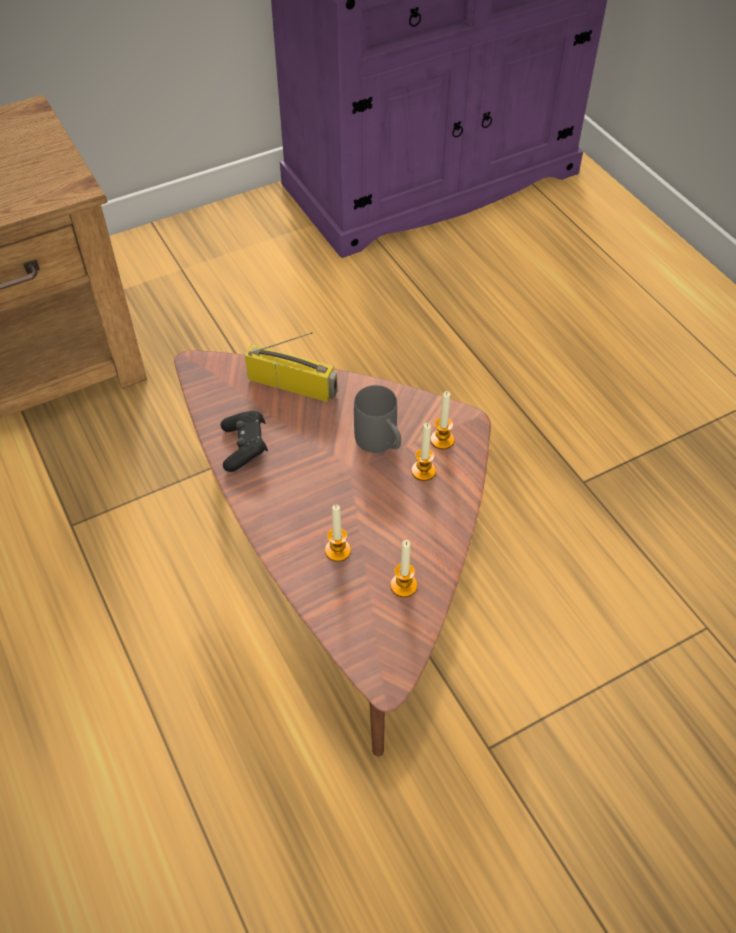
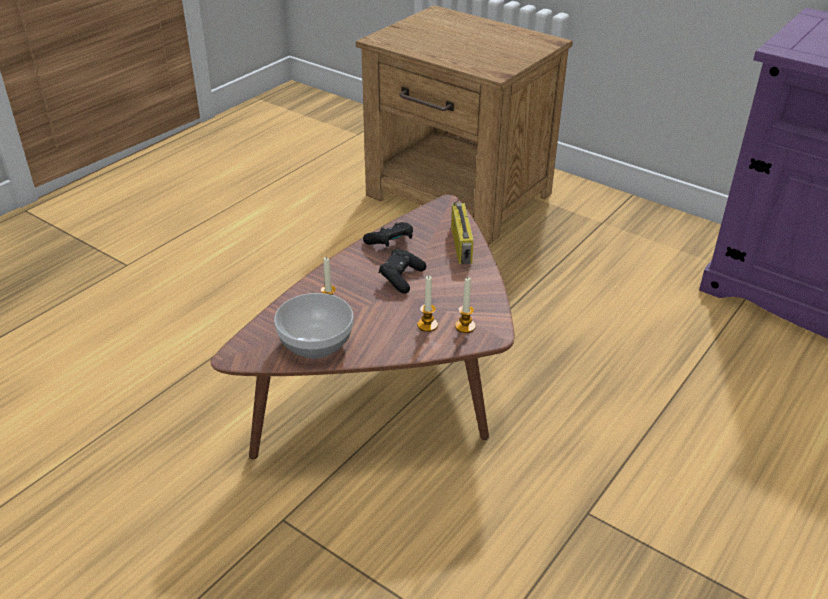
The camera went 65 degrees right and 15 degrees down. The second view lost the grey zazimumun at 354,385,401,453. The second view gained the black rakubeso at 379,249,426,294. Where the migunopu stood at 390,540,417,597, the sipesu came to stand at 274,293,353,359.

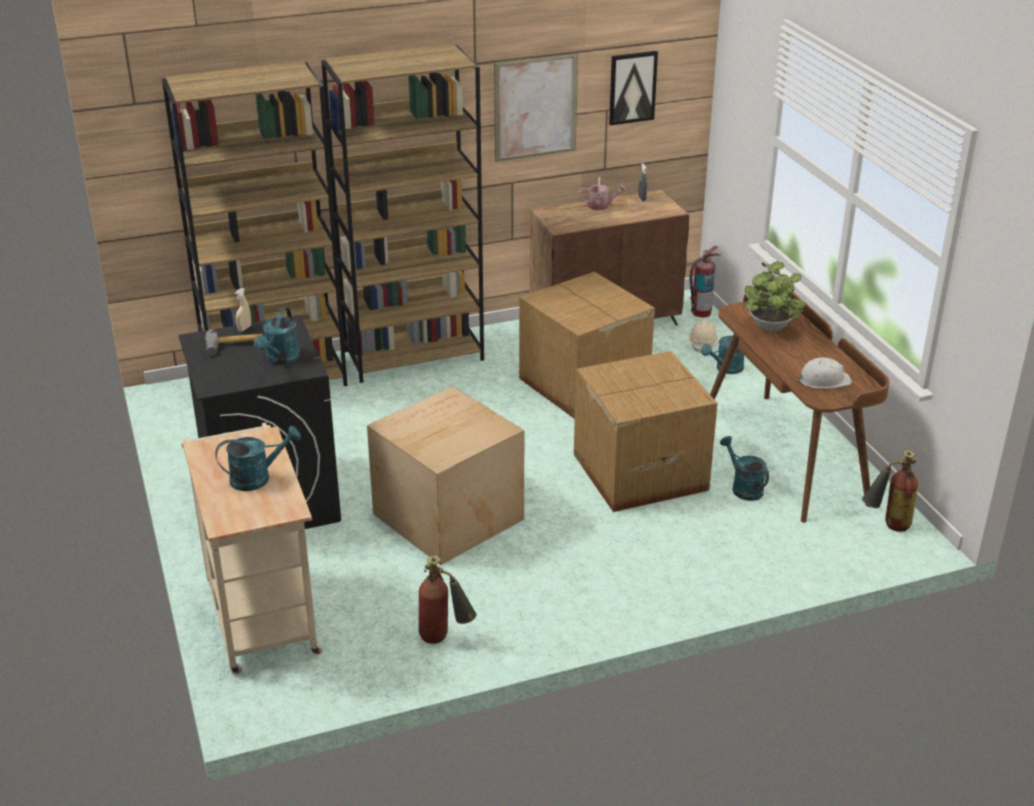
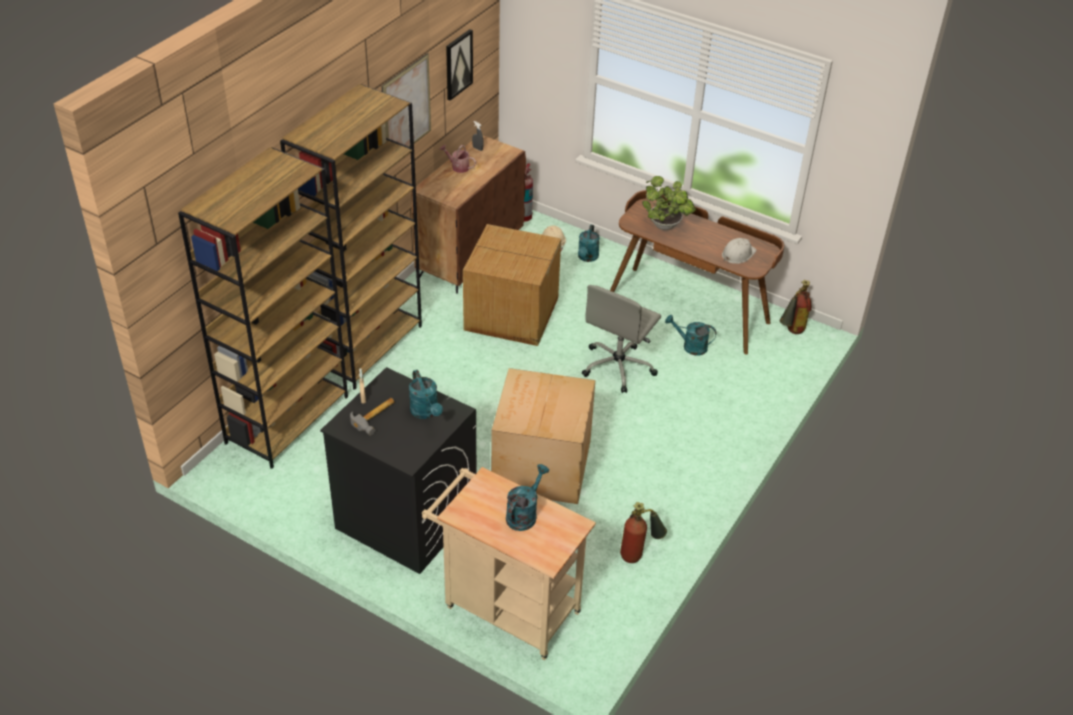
The camera went 40 degrees left and 10 degrees up. Where the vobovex stood at 574,351,717,512, the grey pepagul came to stand at 582,285,661,393. The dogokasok at 579,177,627,211 ended up facing another way, 120 degrees counterclockwise from before.

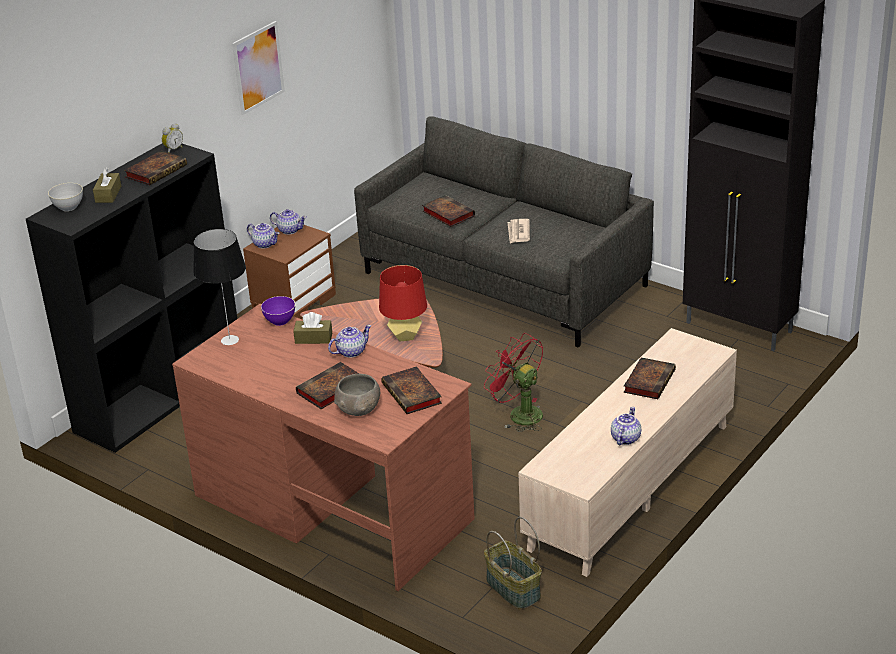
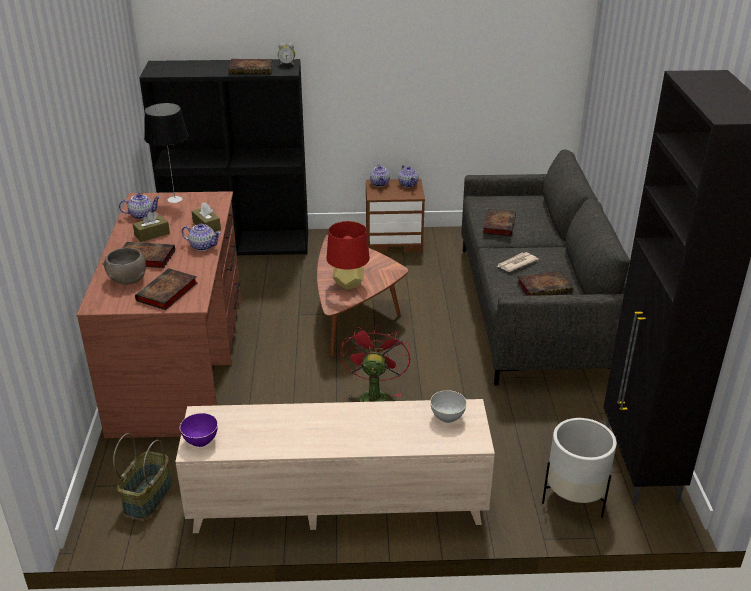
The camera went 50 degrees right and 0 degrees up. The second view lost the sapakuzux at 232,21,285,115. The second view gained the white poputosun at 542,418,617,518. The grey sipesu ended up elsewhere, having gone from 48,183,83,211 to 430,390,467,423. The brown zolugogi ended up elsewhere, having gone from 93,167,121,203 to 133,211,170,242. The purple sipesu ended up elsewhere, having gone from 261,296,295,326 to 180,413,218,447. The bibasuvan ended up elsewhere, having gone from 611,407,641,445 to 119,193,160,219. The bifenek ended up elsewhere, having gone from 624,358,676,399 to 517,271,574,296.

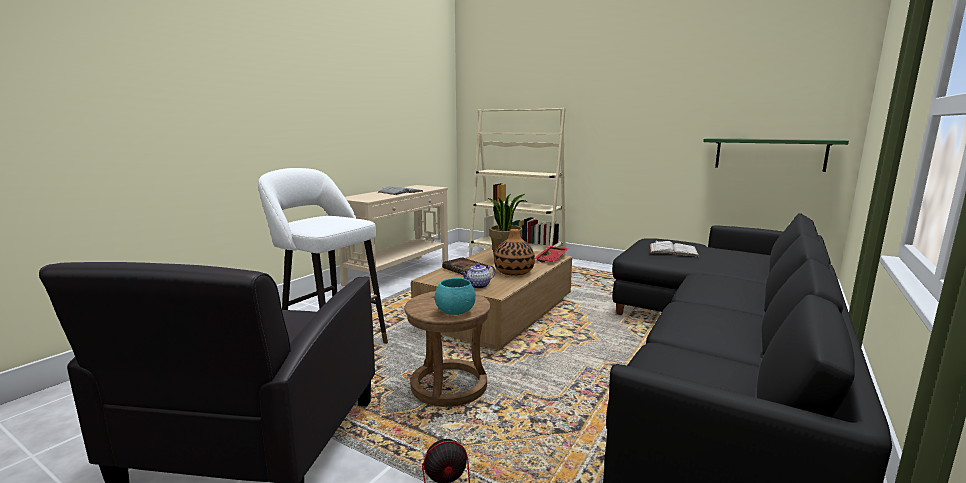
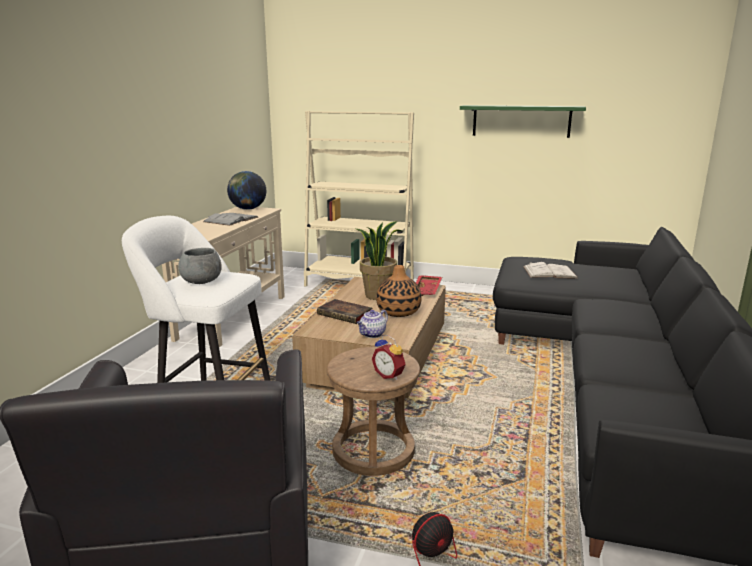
The camera went 15 degrees left and 5 degrees up. The second view gained the grey sipesu at 178,248,222,284. The second view gained the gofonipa at 227,171,266,210. The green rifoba ended up elsewhere, having gone from 703,138,849,172 to 460,105,586,138. Where the turquoise sipesu stood at 435,278,476,315, the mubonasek came to stand at 372,335,406,380.

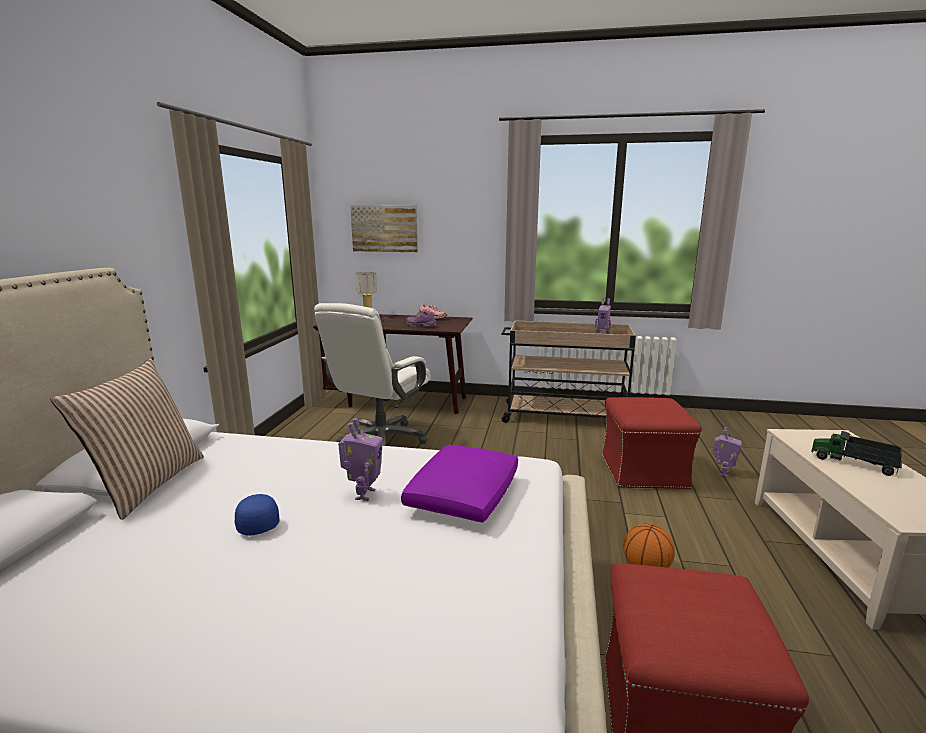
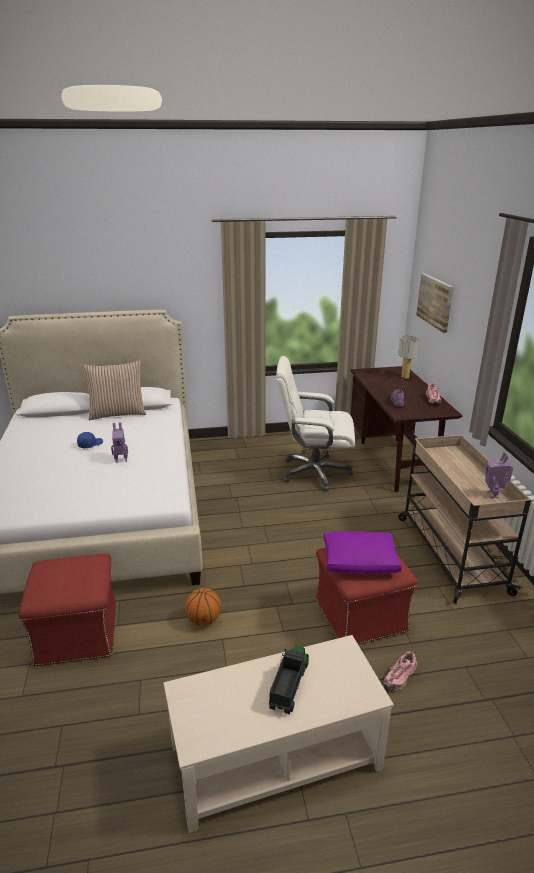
The camera went 70 degrees right and 10 degrees up. The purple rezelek ended up elsewhere, having gone from 401,445,518,523 to 323,531,402,574. Where the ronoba stood at 713,427,742,477, the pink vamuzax came to stand at 384,651,417,690.

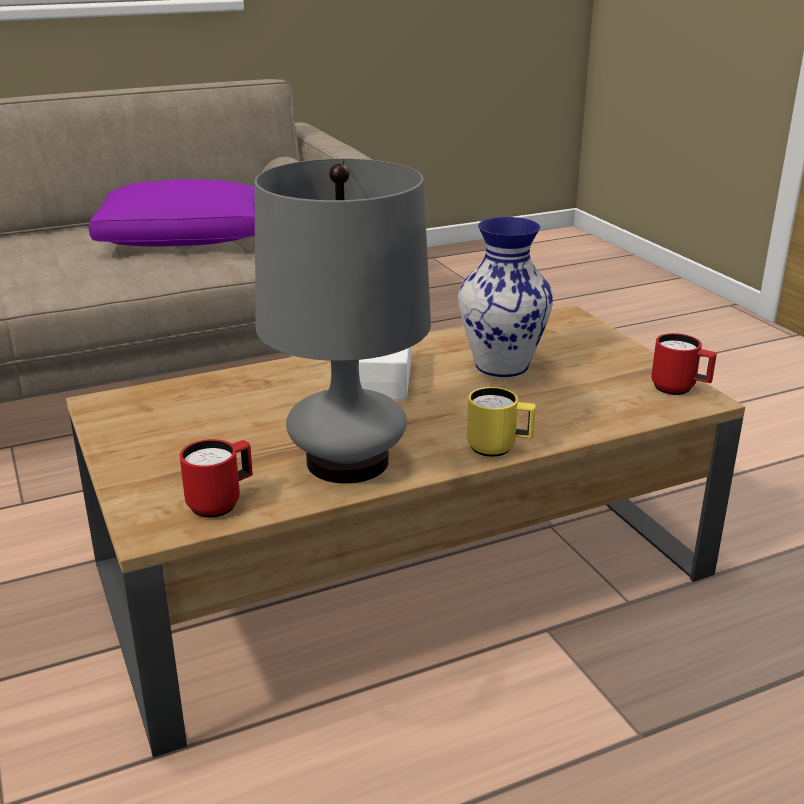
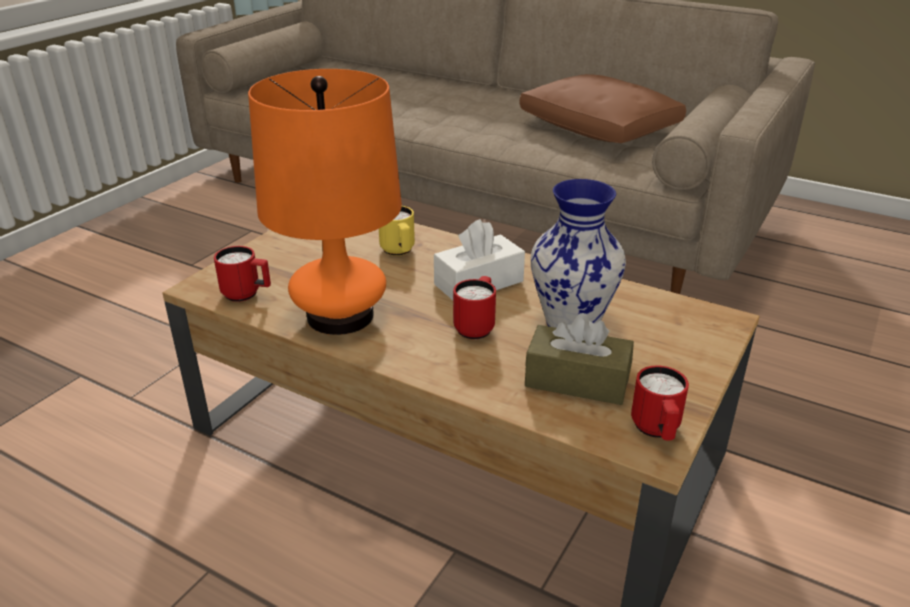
The camera went 55 degrees right and 5 degrees up. The second view gained the red zazimumun at 453,276,496,339. The second view gained the brown zolugogi at 525,313,634,405. The yellow zazimumun ended up elsewhere, having gone from 467,387,536,457 to 379,206,415,256. What was the purple rezelek at 88,179,255,247 turned into the brown rezelek at 519,74,686,143. What was the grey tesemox at 254,158,431,484 turned into the orange tesemox at 248,69,402,335.

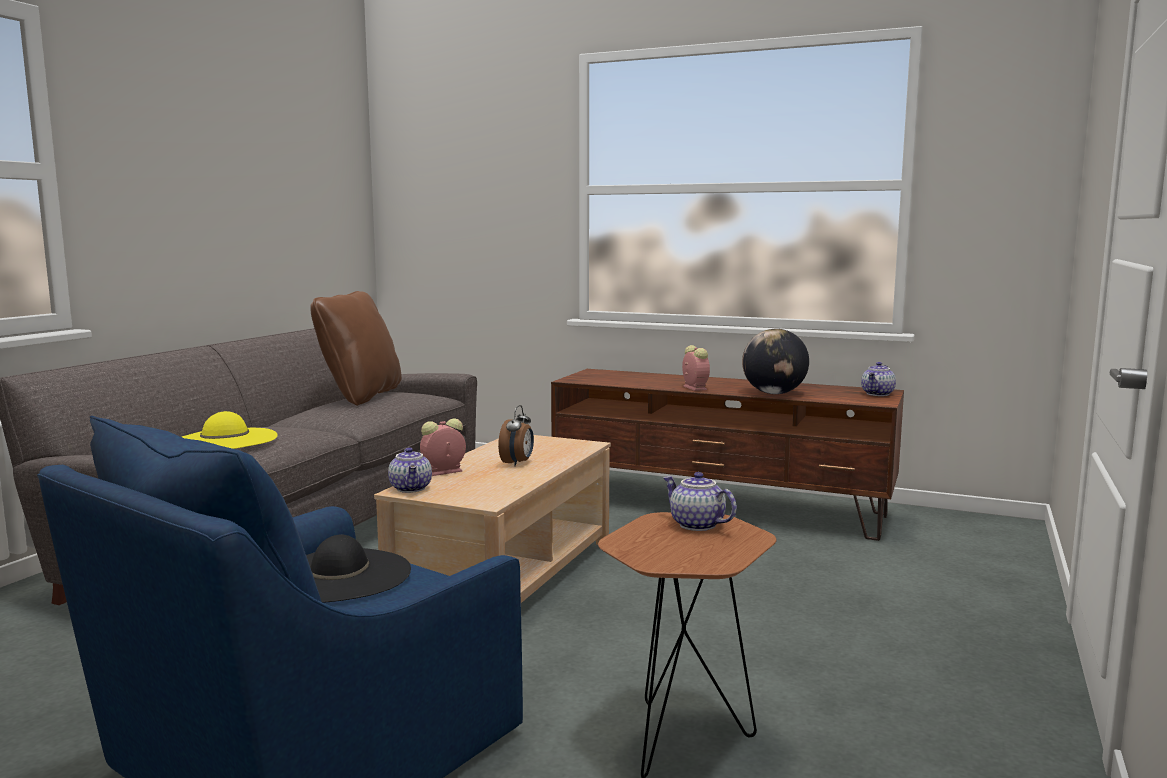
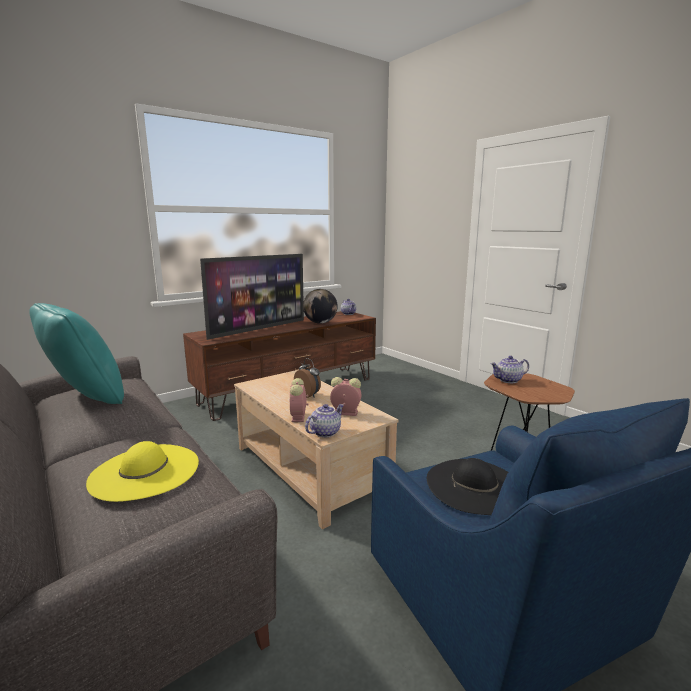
The camera went 60 degrees left and 5 degrees up. The second view gained the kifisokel at 200,254,304,340. The mubonasek ended up elsewhere, having gone from 682,345,710,391 to 330,377,361,416. What was the brown rezelek at 310,291,402,406 turned into the turquoise rezelek at 29,303,124,404. The bibasuvan at 388,447,432,493 ended up facing another way, 60 degrees counterclockwise from before.

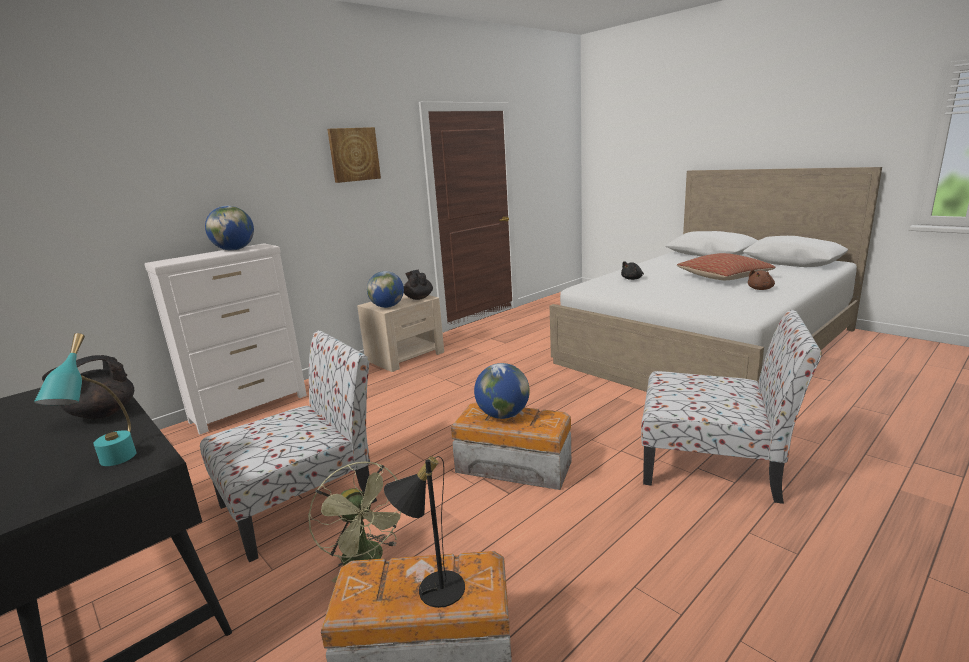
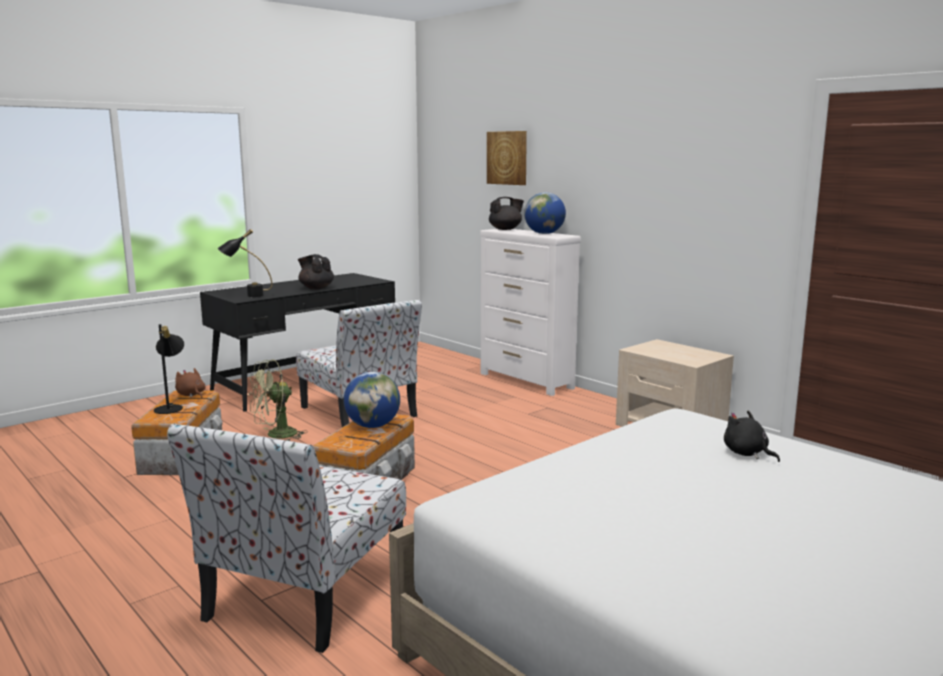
The camera went 90 degrees right and 5 degrees down. The second view lost the gofonipa at 367,271,404,308. The second view lost the rezelek at 677,253,776,280. The sapakuzux ended up elsewhere, having gone from 327,127,381,183 to 487,131,527,185. The black bibasuvan ended up elsewhere, having gone from 404,270,433,300 to 489,197,524,230. The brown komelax ended up elsewhere, having gone from 748,269,775,290 to 175,368,206,398. What was the turquoise tesemox at 34,333,137,466 turned into the black tesemox at 218,229,272,297.

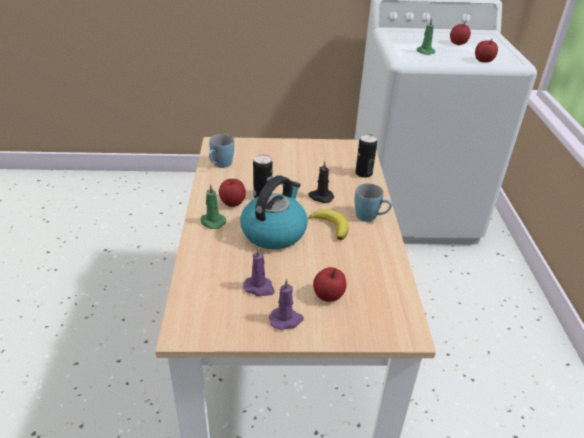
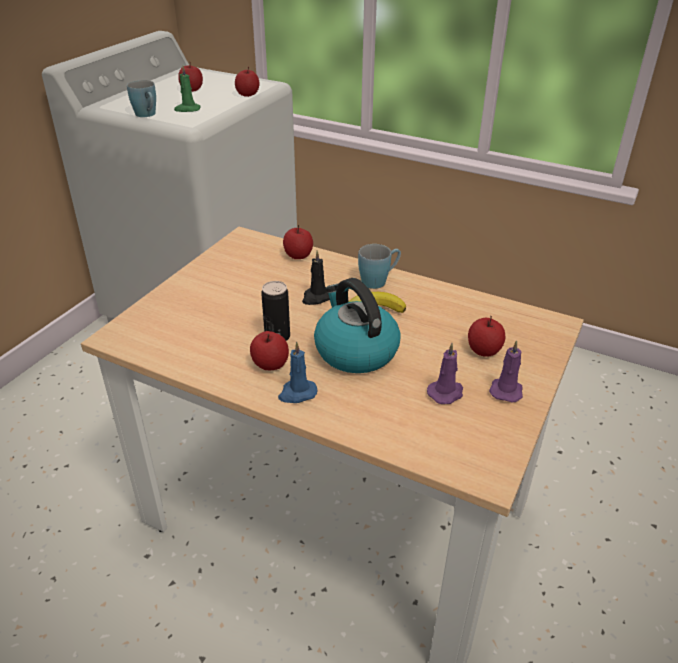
The camera went 60 degrees left and 0 degrees up. The blue zazimumun ended up elsewhere, having gone from 209,134,234,168 to 127,80,156,117. Where the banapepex stood at 355,134,377,178, the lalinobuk came to stand at 283,225,313,259. What was the green migunopu at 201,184,226,229 turned into the blue migunopu at 278,342,317,403.

